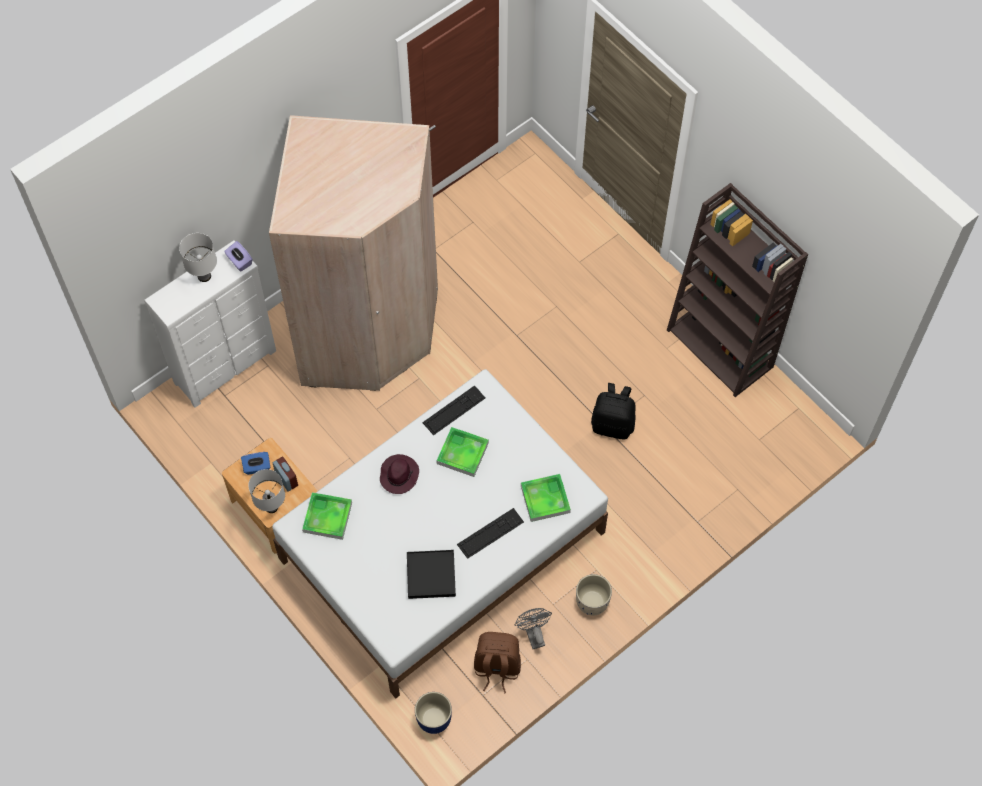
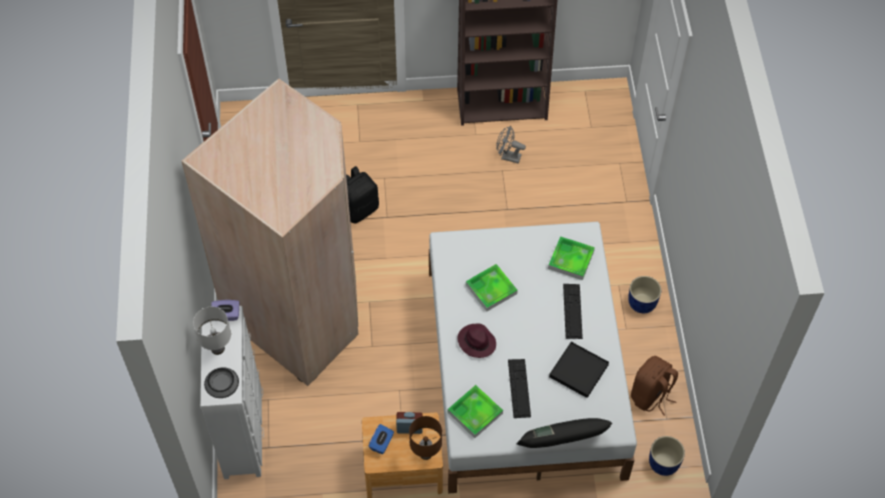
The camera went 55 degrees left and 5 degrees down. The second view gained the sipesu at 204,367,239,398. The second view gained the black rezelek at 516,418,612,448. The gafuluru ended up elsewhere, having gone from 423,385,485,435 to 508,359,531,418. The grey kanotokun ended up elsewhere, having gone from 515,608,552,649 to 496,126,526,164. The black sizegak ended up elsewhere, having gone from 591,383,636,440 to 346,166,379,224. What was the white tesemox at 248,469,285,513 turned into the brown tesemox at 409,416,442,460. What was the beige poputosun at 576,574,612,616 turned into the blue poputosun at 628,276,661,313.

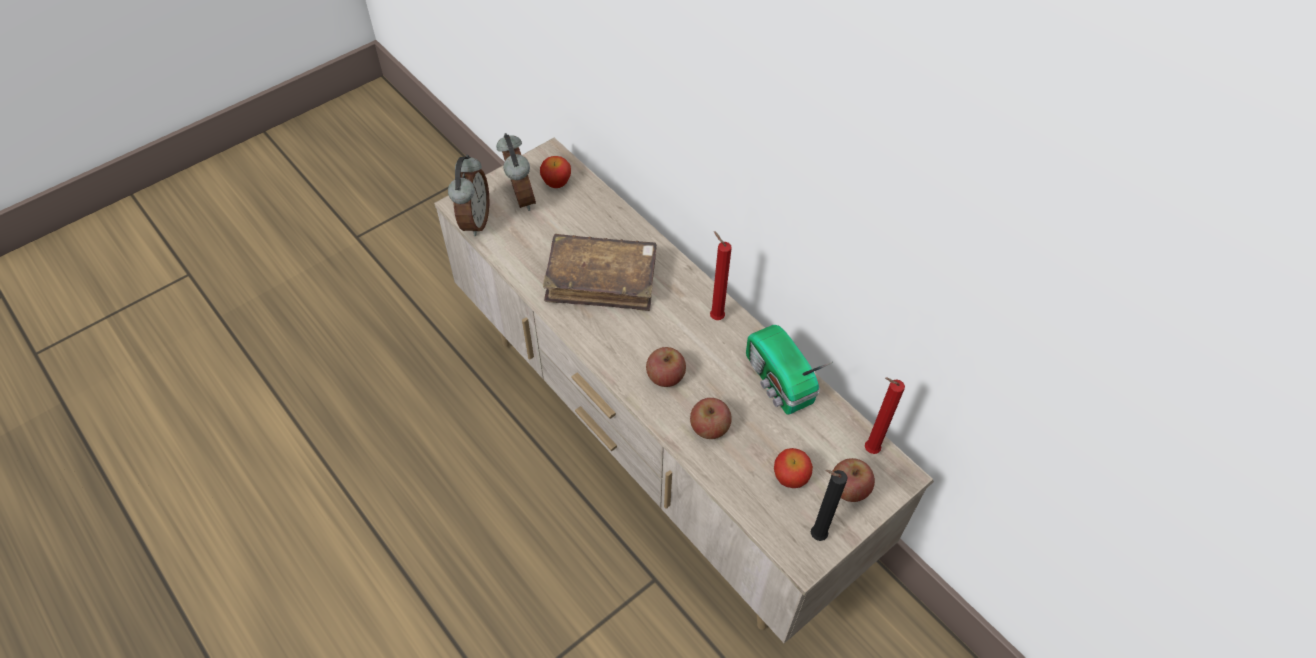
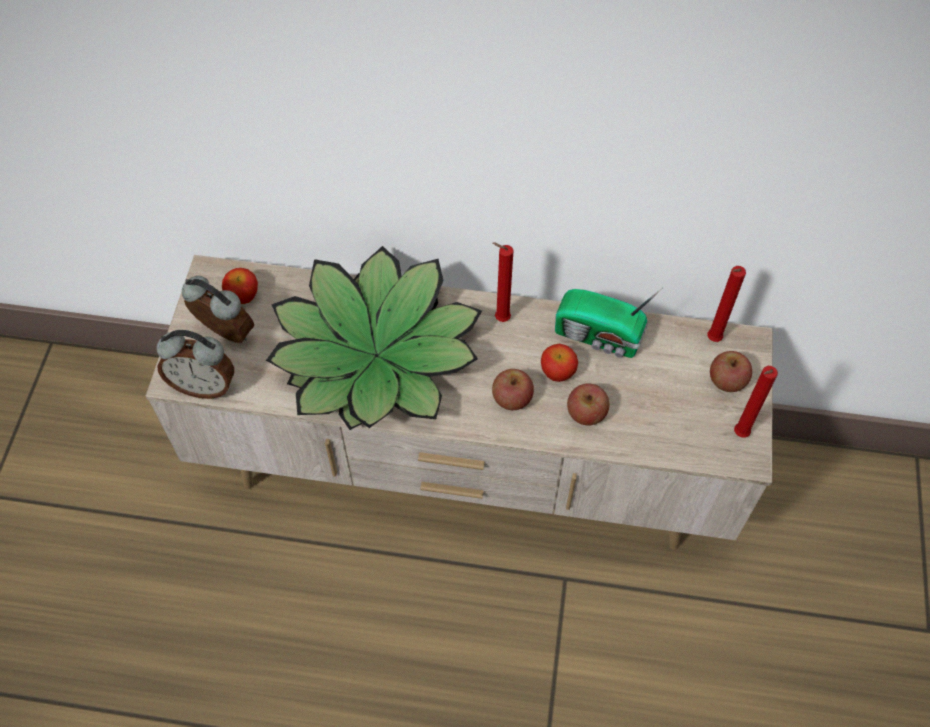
The camera went 40 degrees left and 5 degrees up. The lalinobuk ended up elsewhere, having gone from 774,448,813,488 to 541,344,578,382. Where the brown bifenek stood at 543,234,657,311, the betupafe came to stand at 266,246,482,430. What was the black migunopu at 811,470,848,541 turned into the red migunopu at 734,366,778,438. The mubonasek at 448,155,489,236 ended up facing another way, 135 degrees clockwise from before.

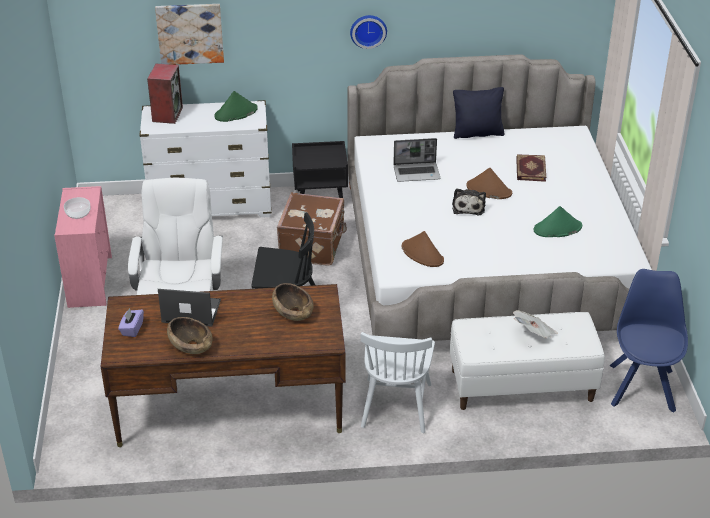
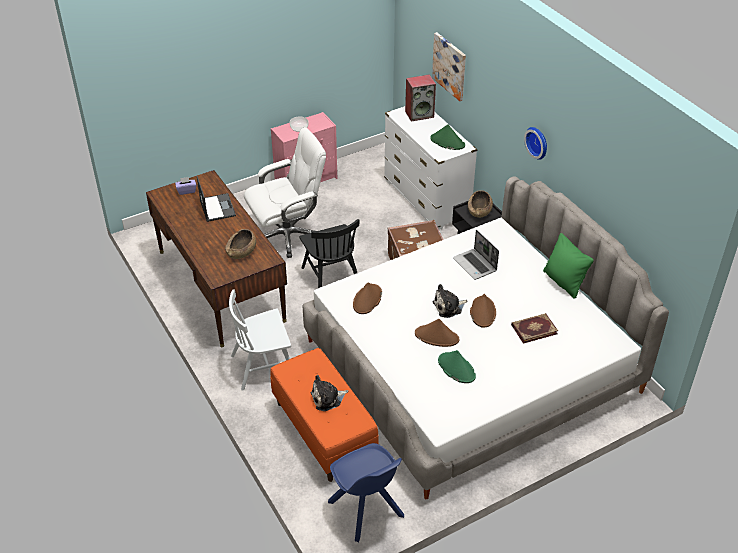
The camera went 65 degrees right and 5 degrees up. The second view gained the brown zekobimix at 415,319,459,347. The brown sipesu ended up elsewhere, having gone from 167,317,212,354 to 468,190,493,218. Where the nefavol stood at 513,310,558,338, the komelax came to stand at 311,375,348,411. What was the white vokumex at 450,312,605,410 turned into the orange vokumex at 270,348,379,482. What was the black rezelek at 453,87,504,139 turned into the green rezelek at 543,233,594,299. The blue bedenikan at 609,269,688,413 ended up facing another way, 75 degrees clockwise from before.

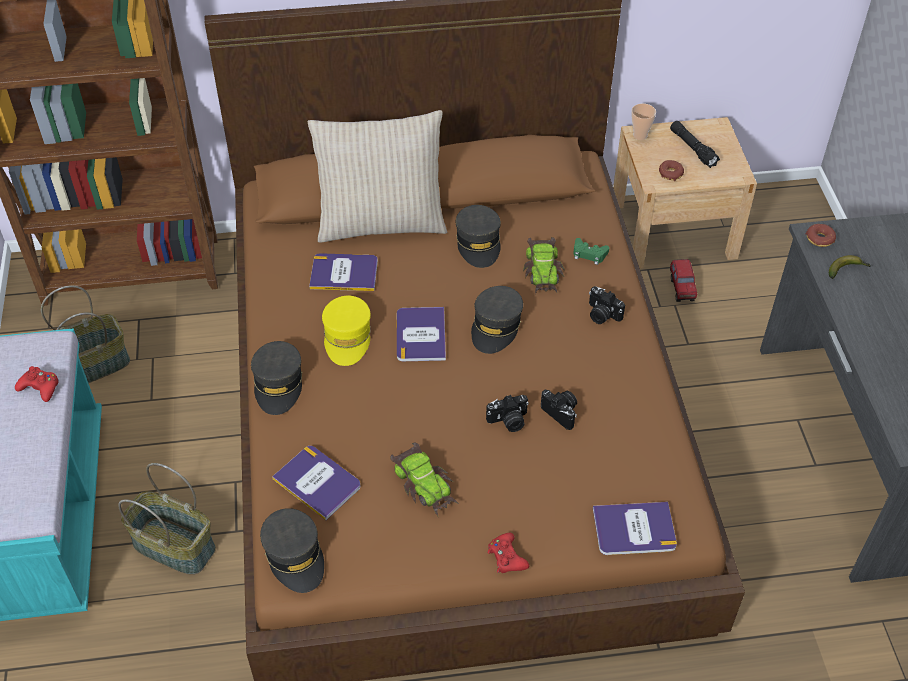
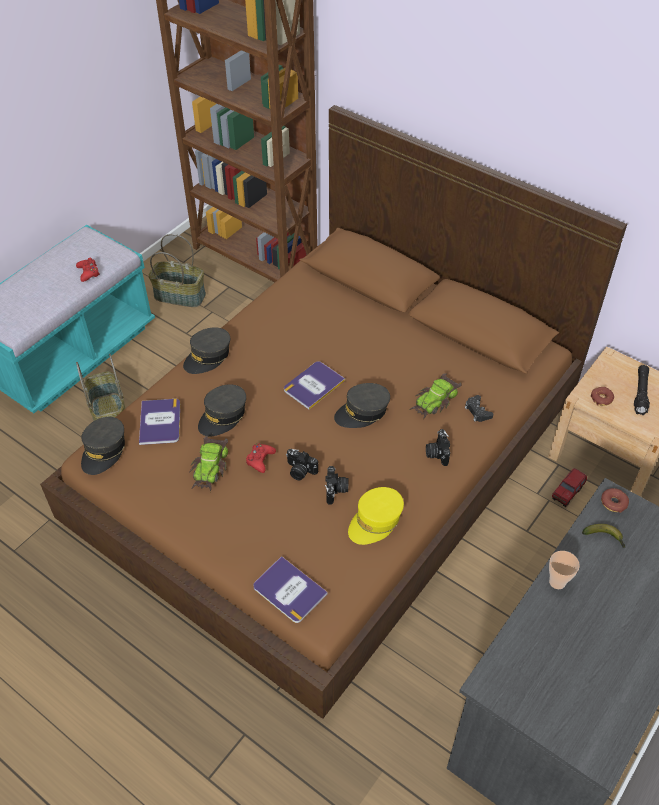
The camera went 45 degrees right and 0 degrees up. The second view lost the beige rezelek at 308,110,447,243. The second view lost the bifenek at 309,253,378,291. The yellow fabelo ended up elsewhere, having gone from 322,296,371,366 to 348,487,404,545. The grey fabelo ended up elsewhere, having gone from 456,205,501,268 to 198,384,246,437. The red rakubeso ended up elsewhere, having gone from 487,533,529,573 to 246,443,276,473. The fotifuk ended up elsewhere, having gone from 631,103,656,140 to 549,551,580,589. What was the green rakubeso at 573,238,609,265 turned into the black rakubeso at 465,395,493,422.

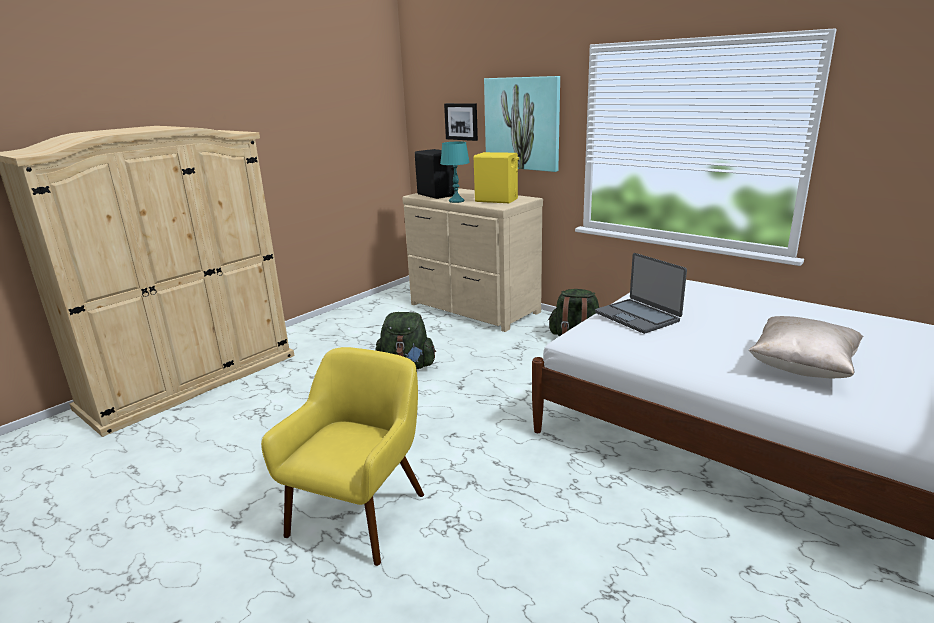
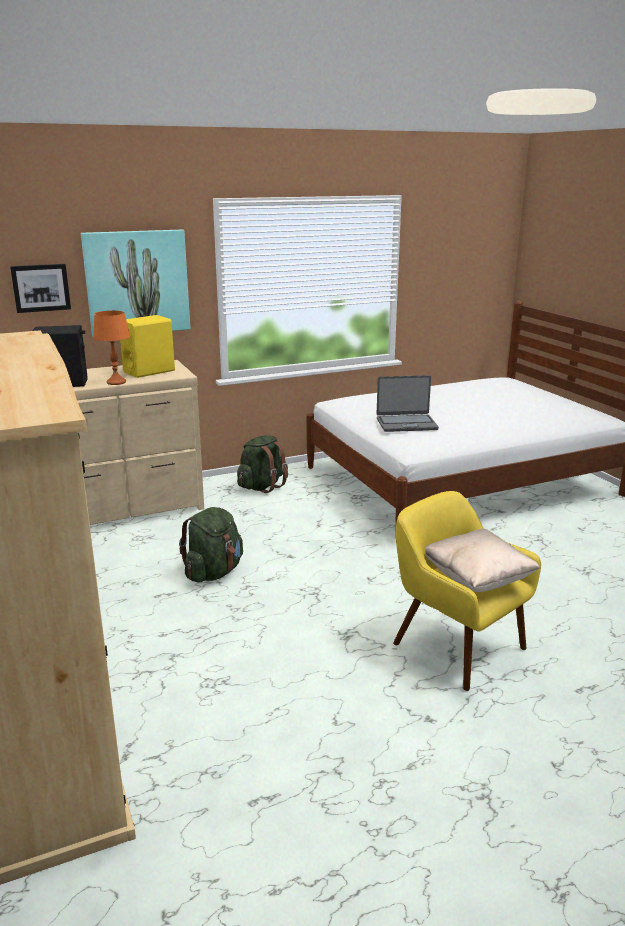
The camera went 65 degrees left and 0 degrees up. The beige rezelek ended up elsewhere, having gone from 749,316,864,379 to 425,529,540,592. What was the turquoise tesemox at 440,142,470,203 turned into the orange tesemox at 93,311,130,385.

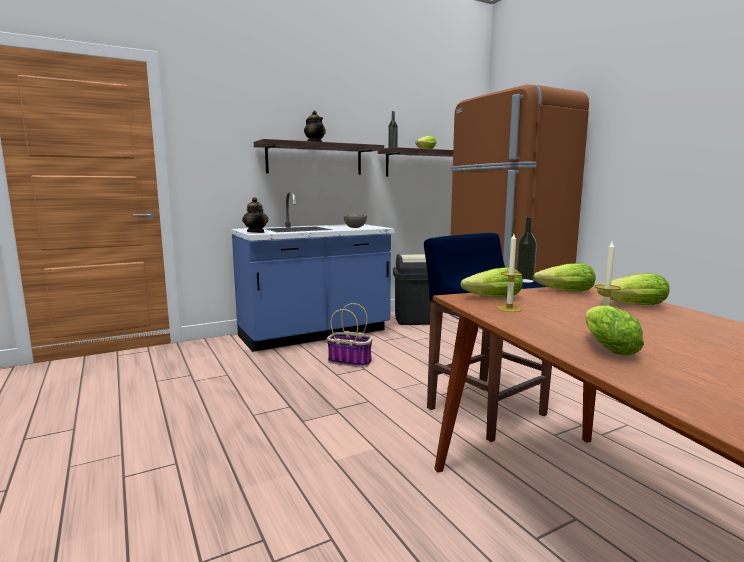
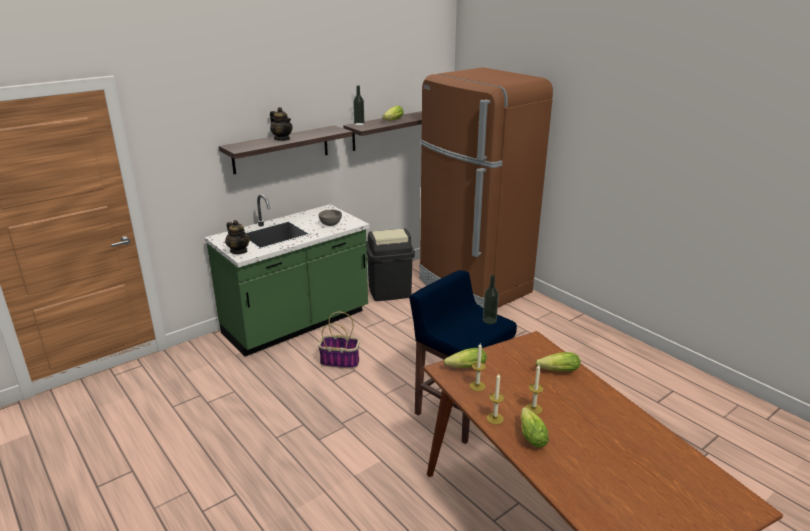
The camera went 10 degrees left and 15 degrees up. The second view lost the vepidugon at 533,263,596,292. The second view gained the migunopu at 486,373,504,424. What was the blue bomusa at 230,192,395,352 turned into the green bomusa at 205,194,370,357.

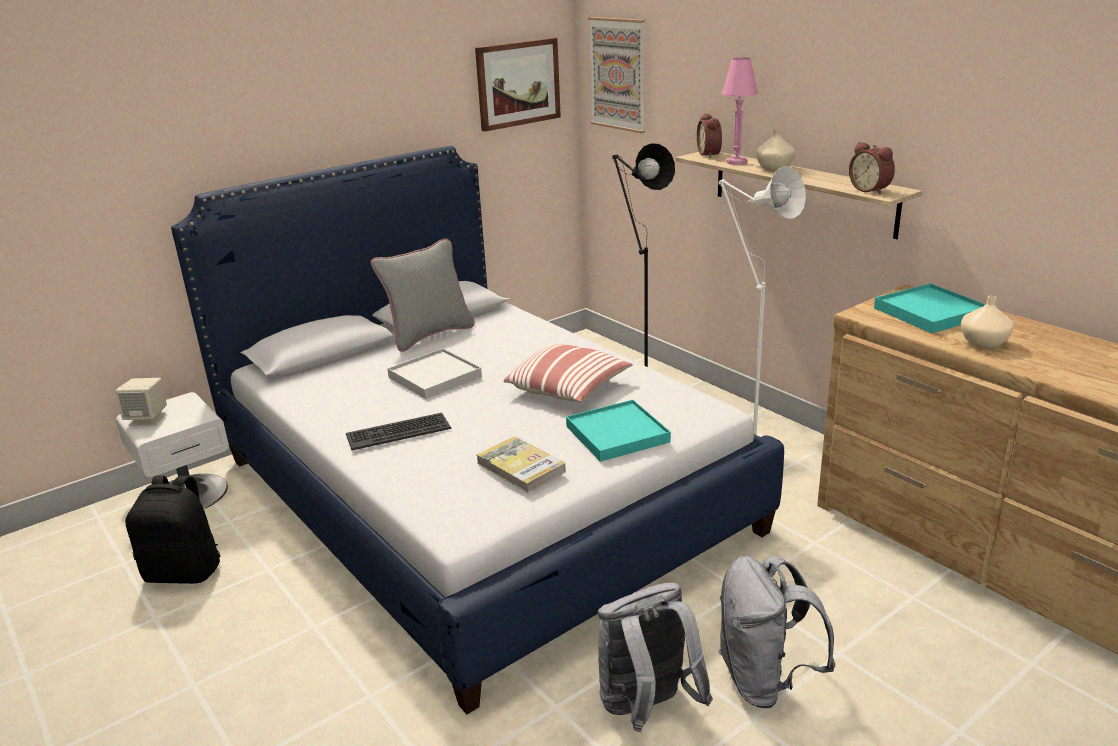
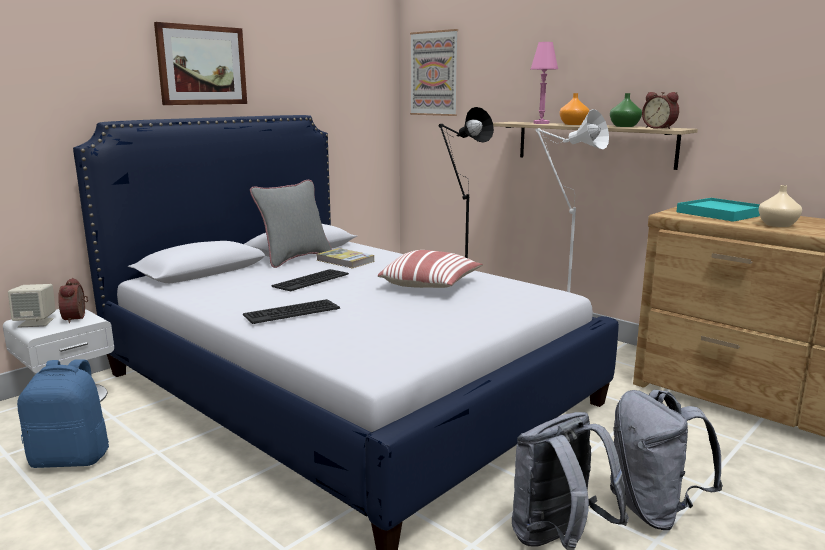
The camera went 10 degrees left and 10 degrees down. The second view lost the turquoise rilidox at 566,400,671,462. The second view gained the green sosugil at 610,93,642,127. The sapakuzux ended up elsewhere, having gone from 475,38,561,132 to 154,22,247,105. The bifenek ended up elsewhere, having gone from 477,436,566,493 to 317,248,374,269. The mubonasek ended up elsewhere, having gone from 697,113,722,158 to 58,278,88,323. Where the white rilidox stood at 387,348,482,399, the gafuluru came to stand at 272,269,349,291. What was the black sizegak at 125,475,220,584 turned into the blue sizegak at 17,359,109,468. What was the beige sosugil at 756,128,795,171 turned into the orange sosugil at 560,93,589,125.

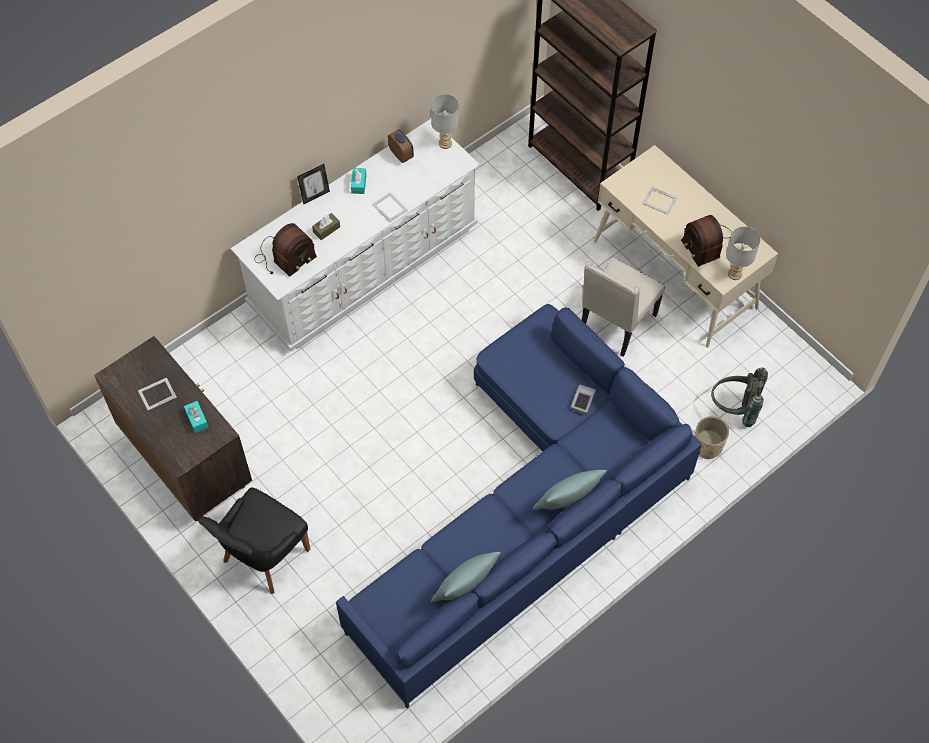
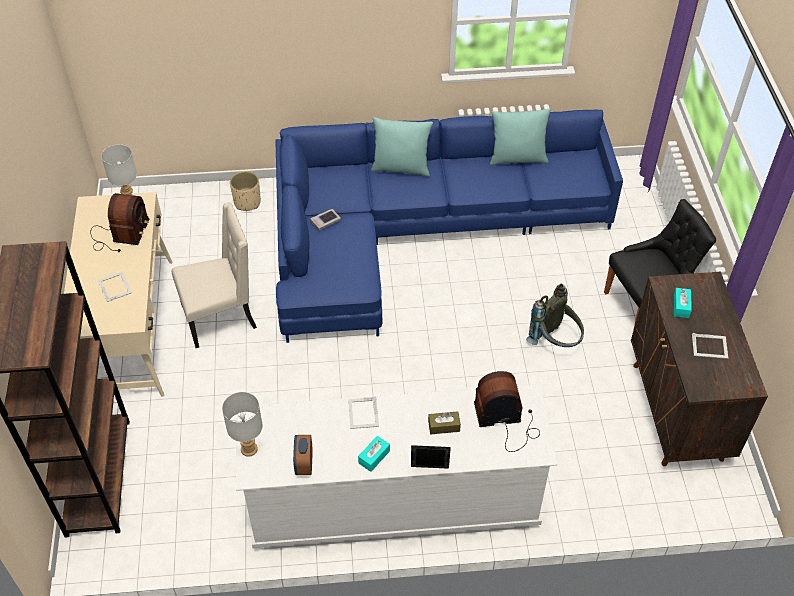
The camera went 145 degrees left and 10 degrees down. The grey sizegak ended up elsewhere, having gone from 711,367,768,427 to 526,284,584,347.

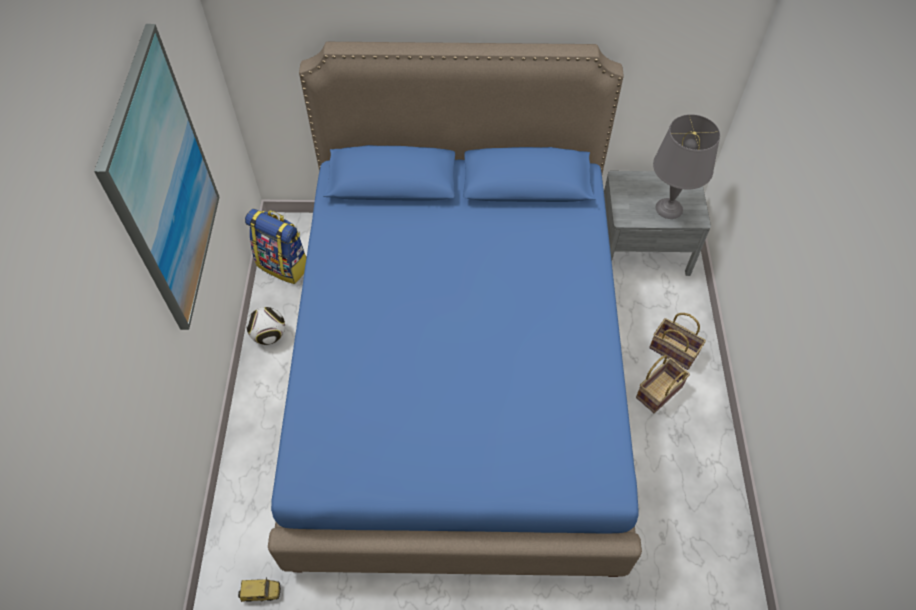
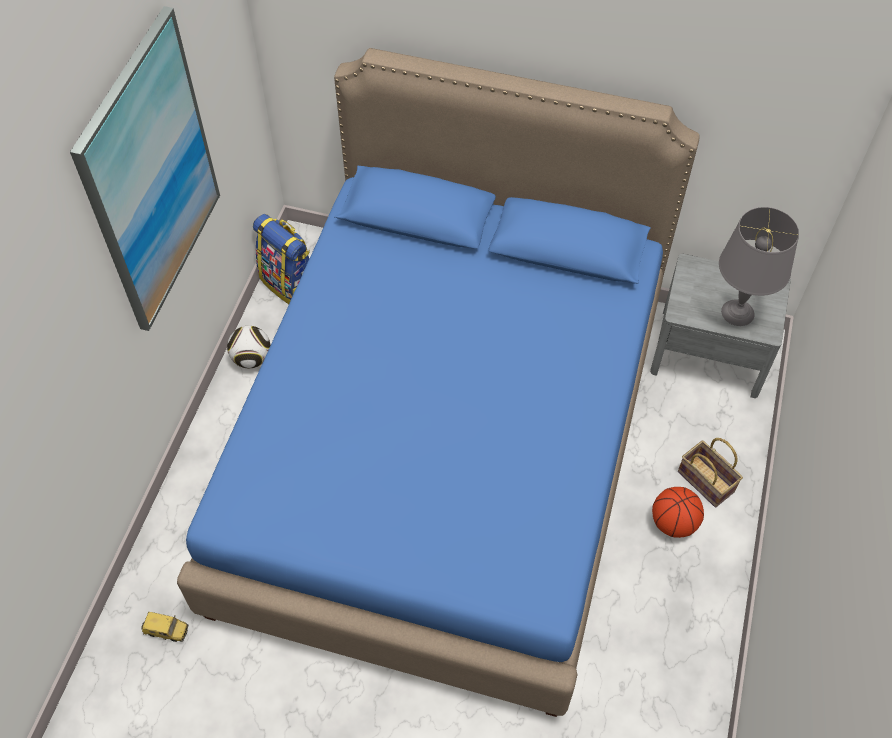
The camera went 15 degrees right and 0 degrees up. Where the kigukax stood at 636,355,690,413, the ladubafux came to stand at 652,487,704,538.

